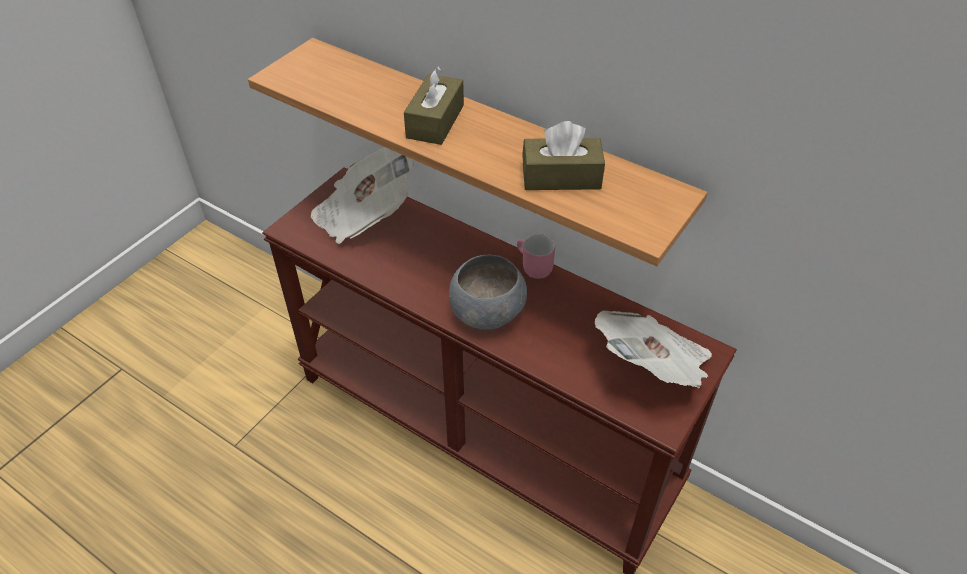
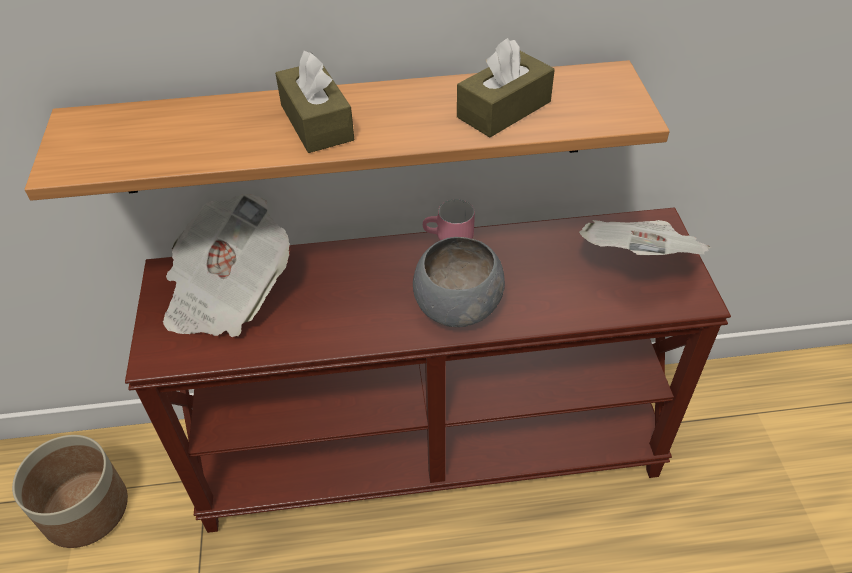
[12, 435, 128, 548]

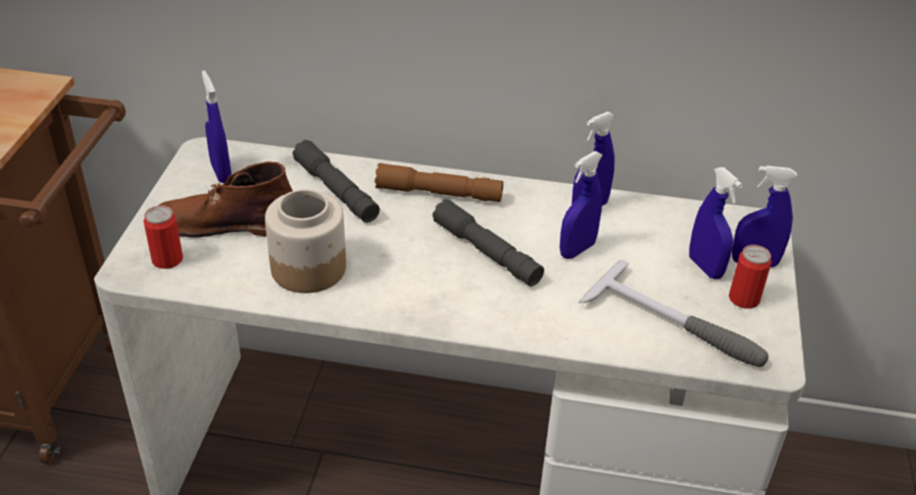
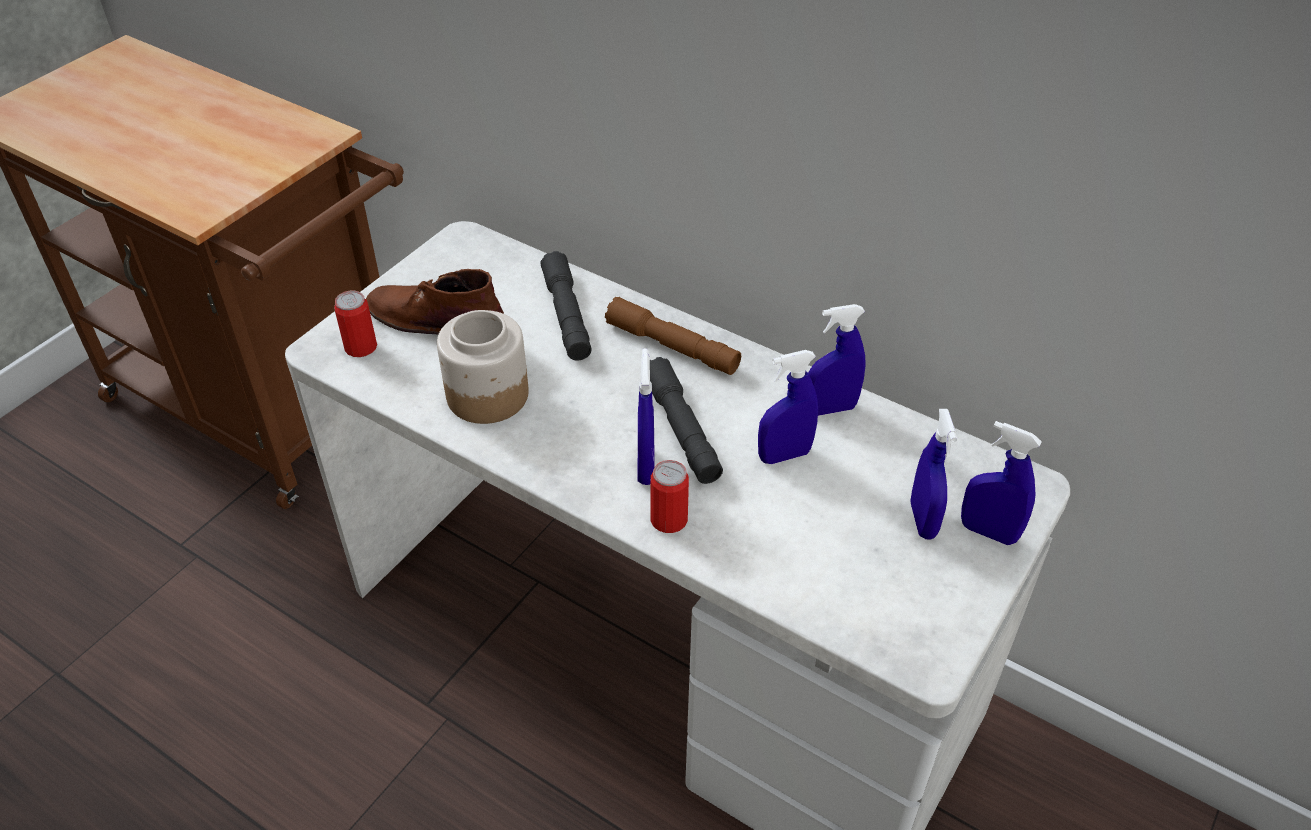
[638, 349, 655, 485]
[578, 260, 768, 367] (first image)
[650, 460, 689, 533]

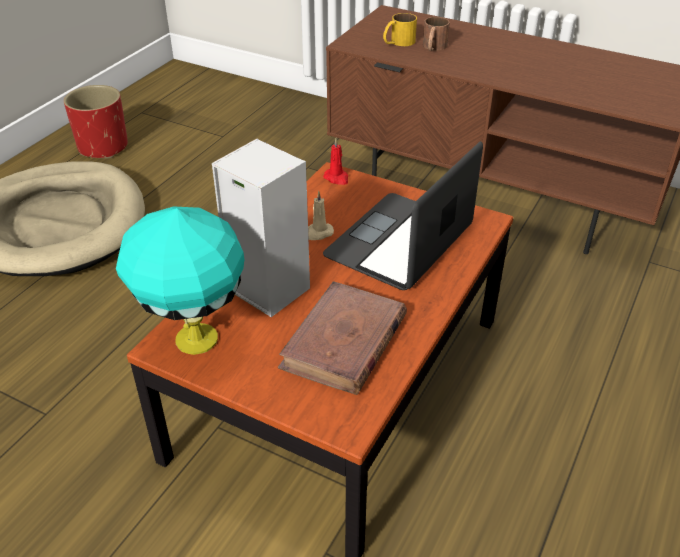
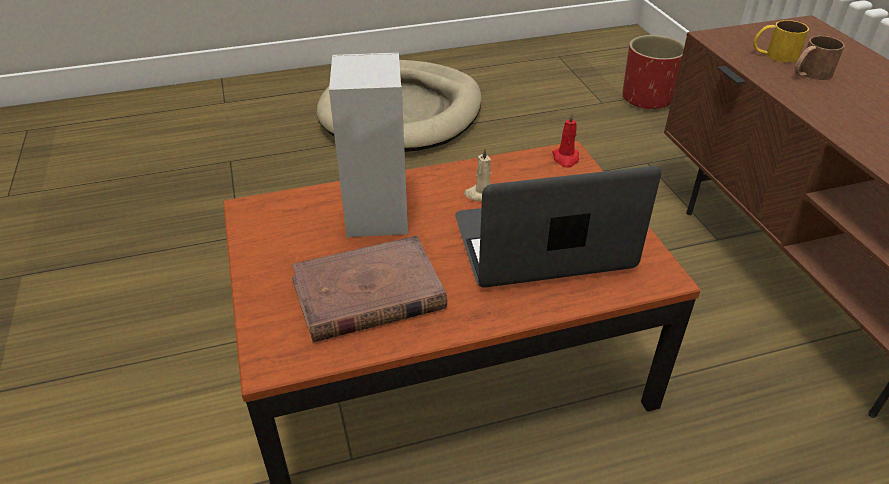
[622, 35, 685, 111]
[116, 207, 244, 355] (first image)

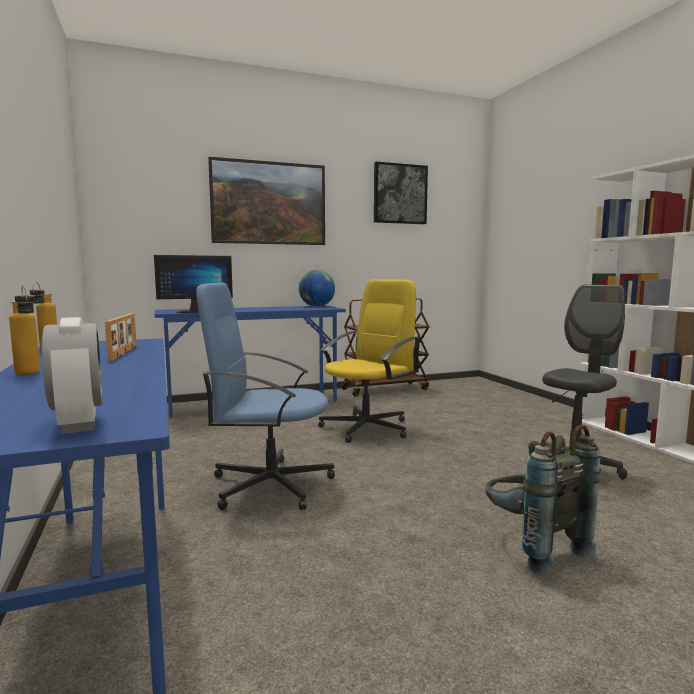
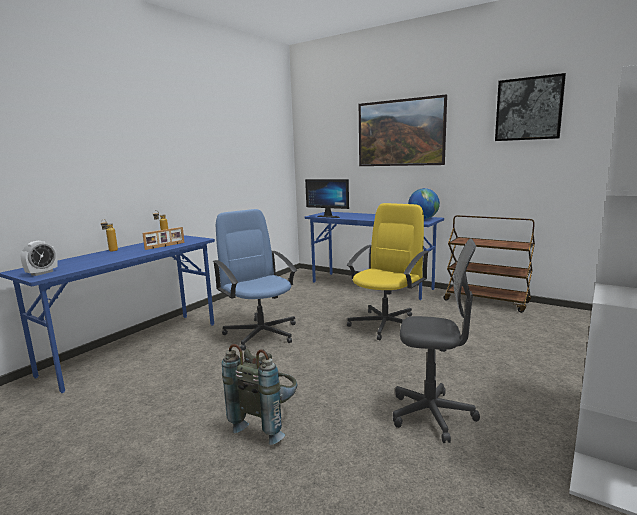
[347, 203, 429, 340]

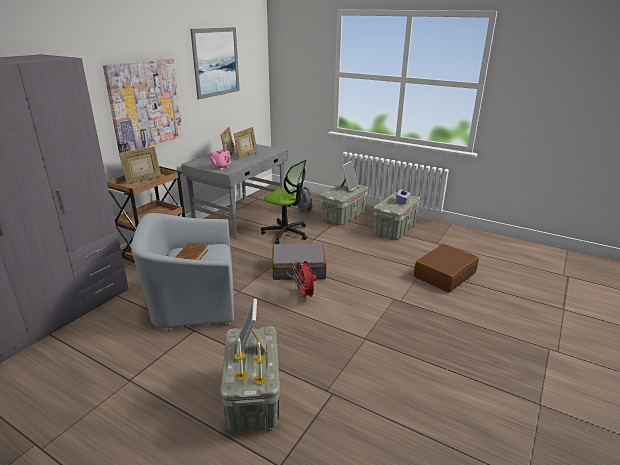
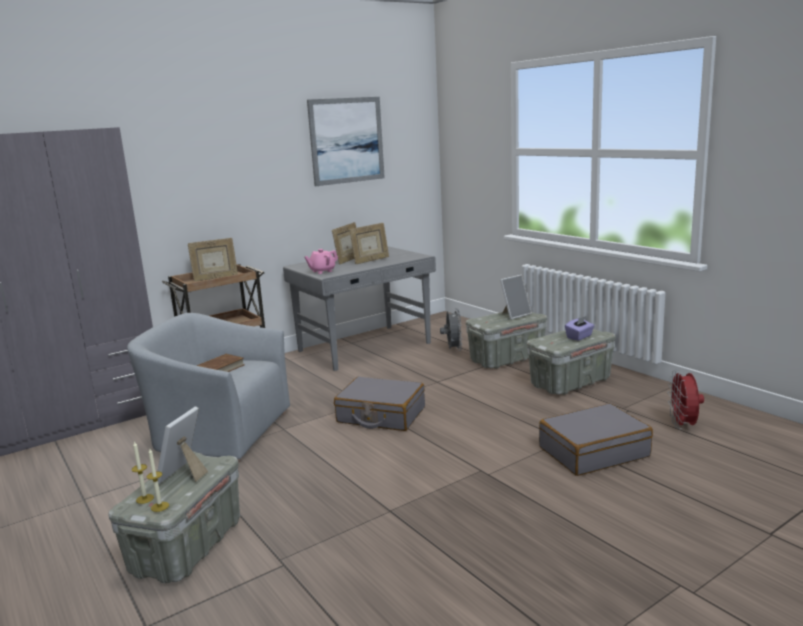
[103, 58, 183, 153] (first image)
[261, 160, 307, 244] (first image)
[667, 370, 704, 429]
[539, 403, 653, 476]

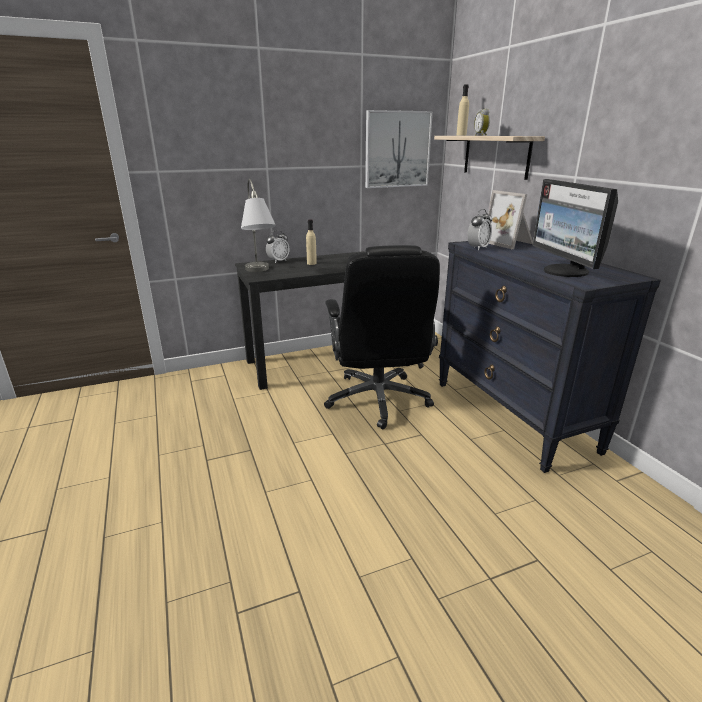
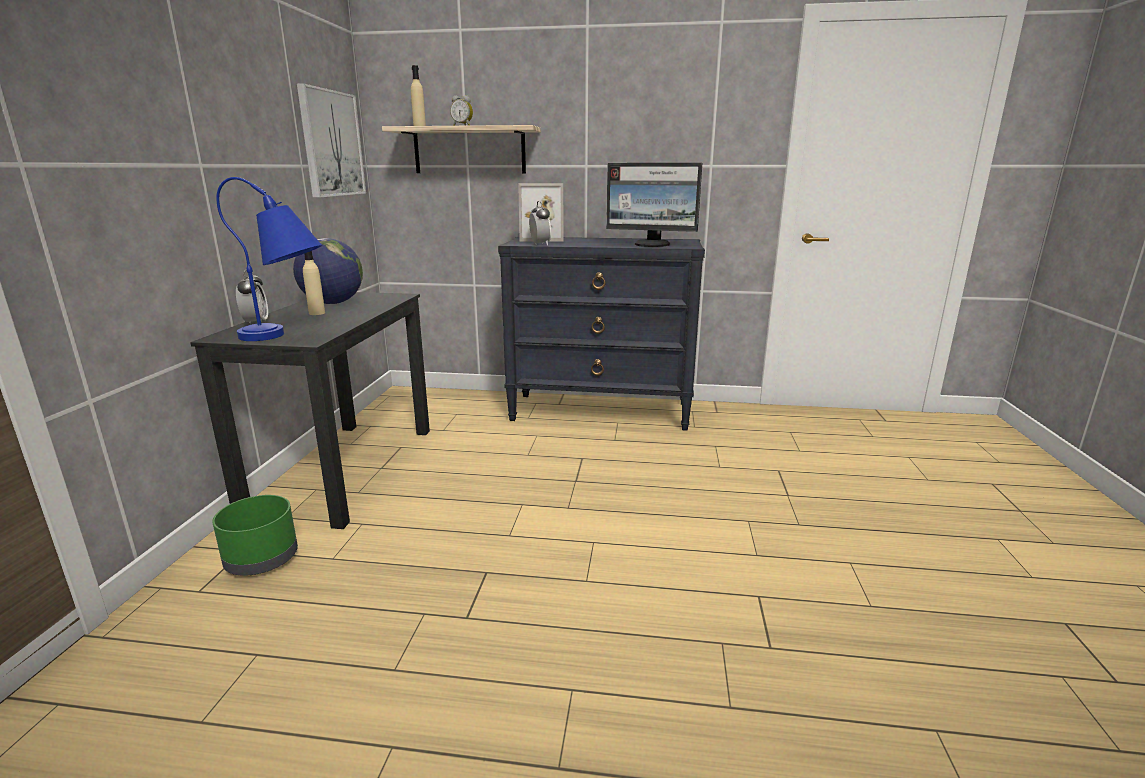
[216, 177, 322, 341]
[324, 245, 440, 429] (first image)
[212, 495, 298, 576]
[293, 238, 363, 304]

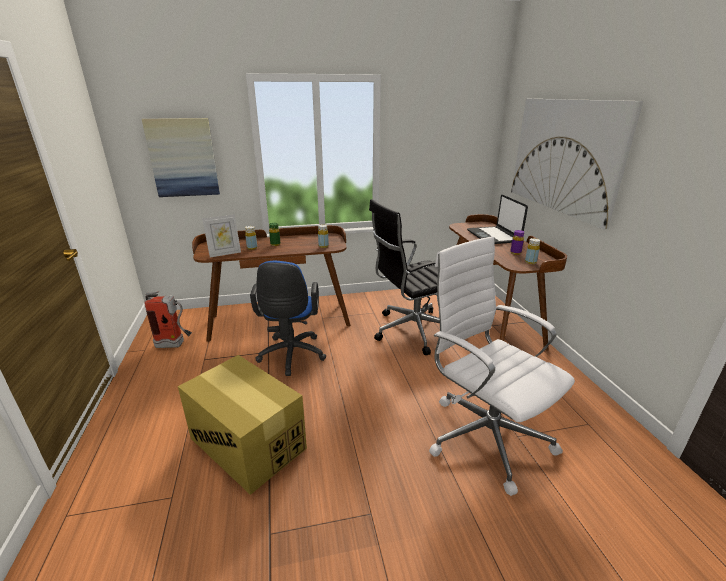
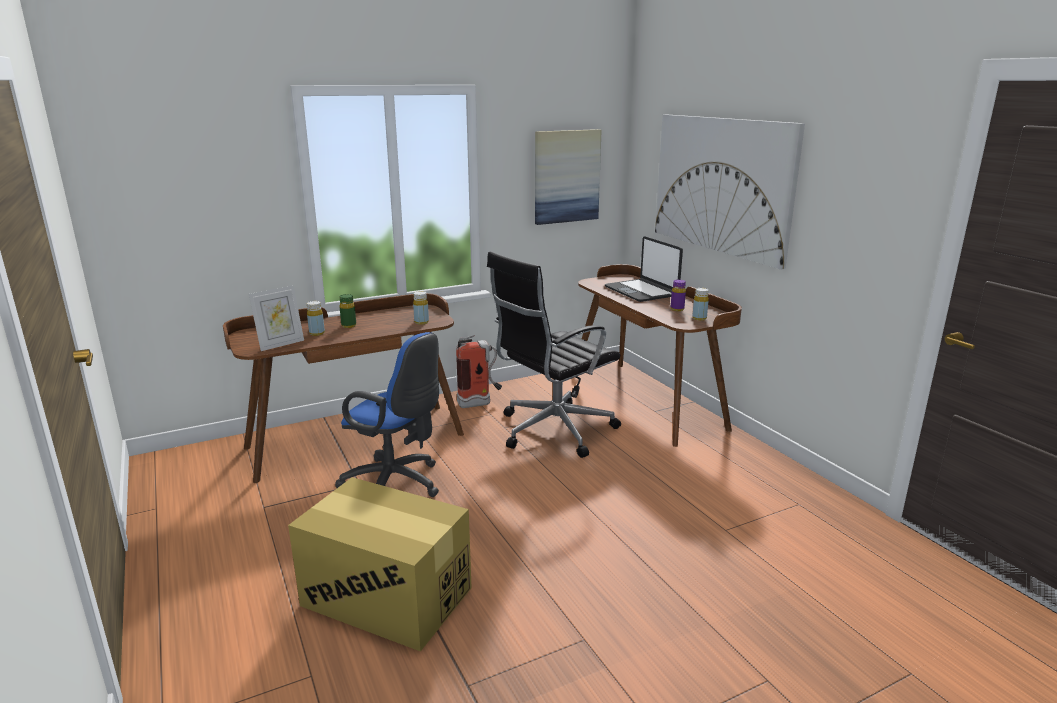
[535, 129, 602, 225]
[456, 335, 502, 408]
[335, 332, 439, 497]
[429, 236, 575, 496] (first image)

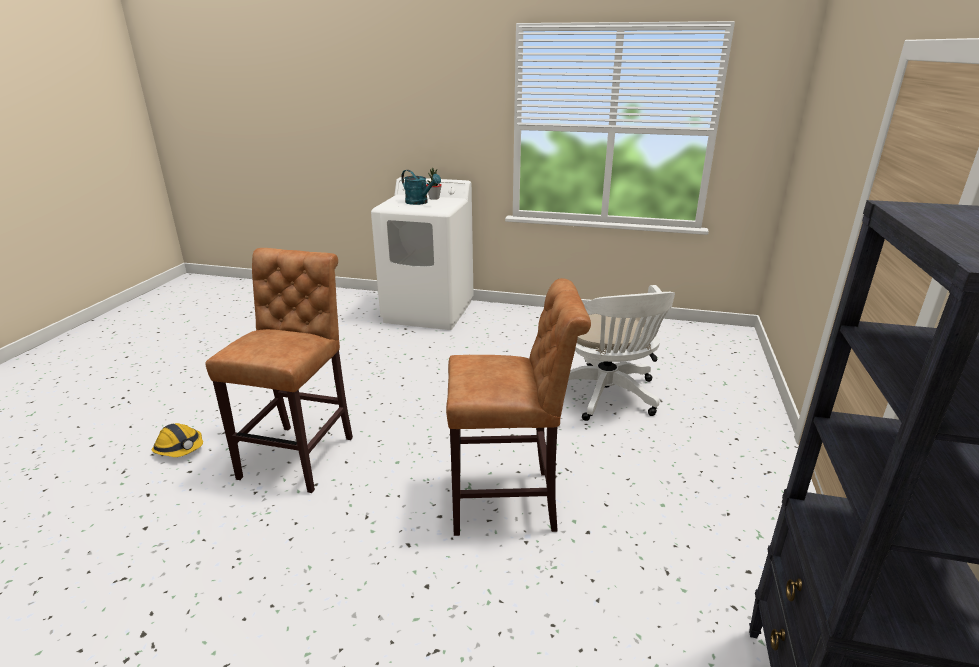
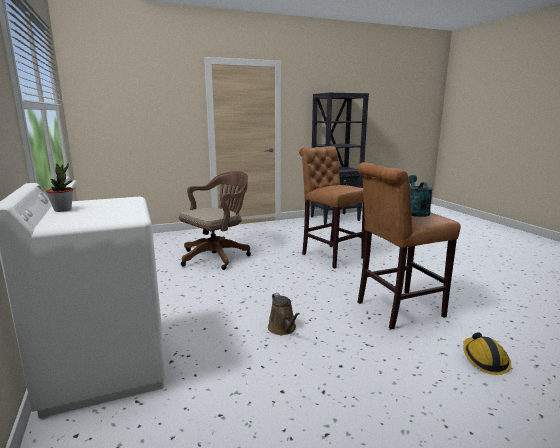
[408, 175, 433, 217]
[179, 171, 251, 270]
[268, 293, 300, 335]

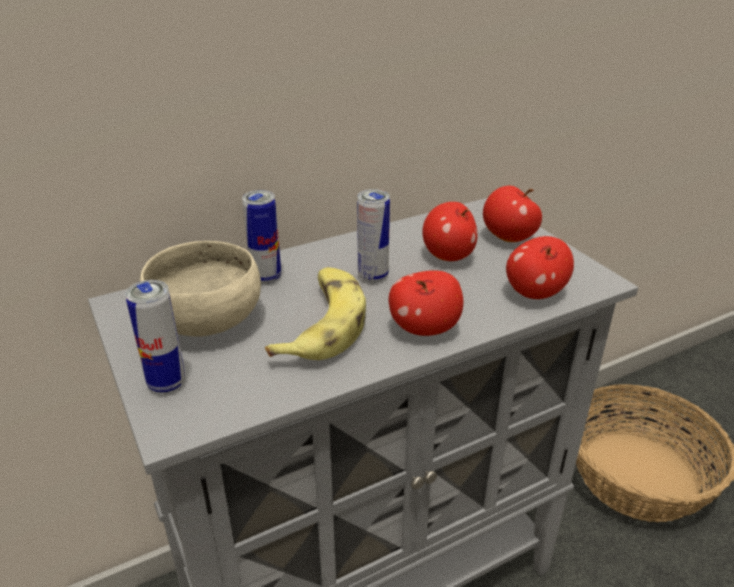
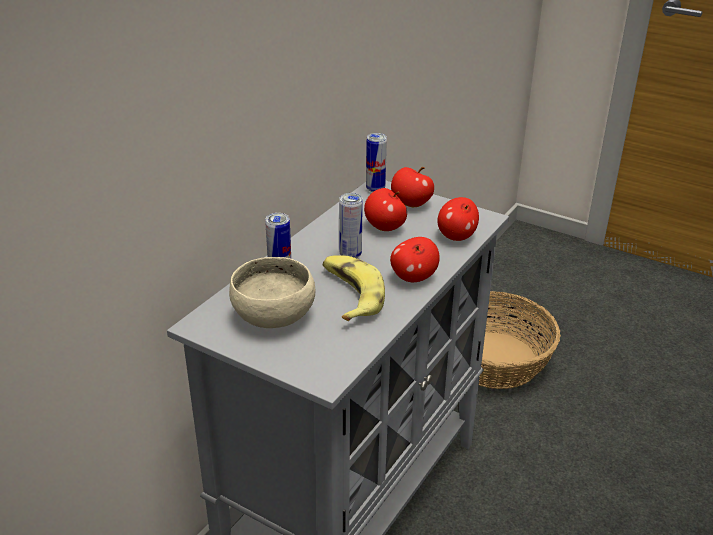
[366, 133, 387, 192]

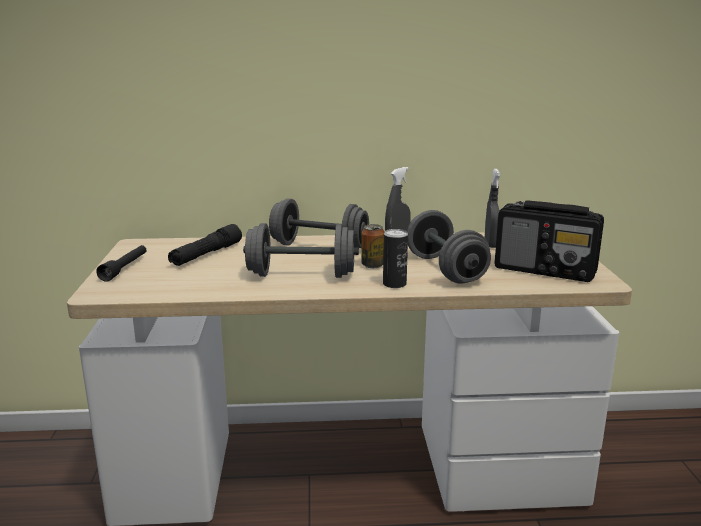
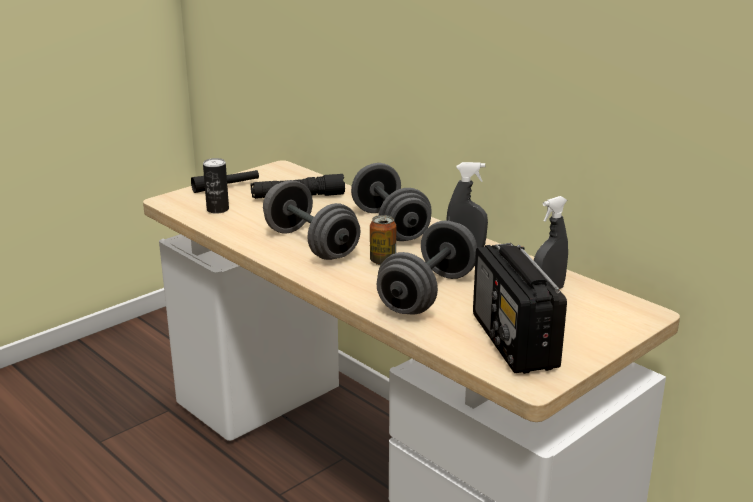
[203, 158, 229, 214]

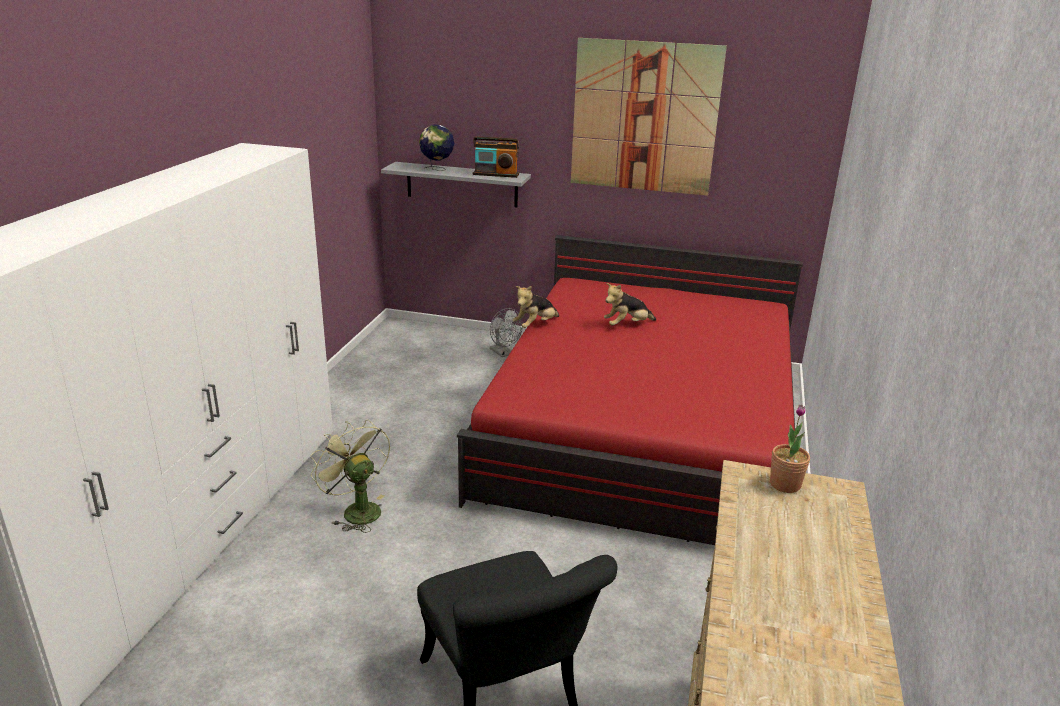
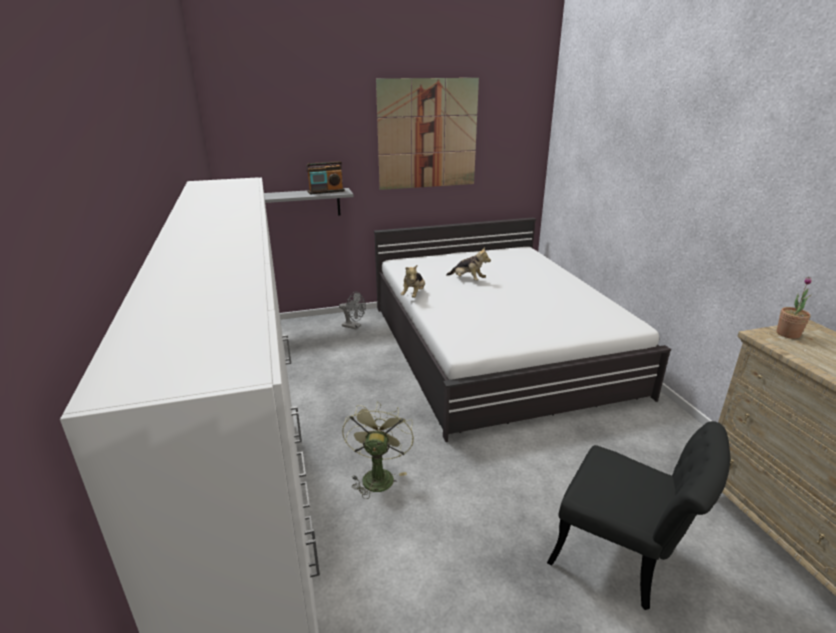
[342, 402, 414, 499]
[419, 125, 454, 171] (first image)
[374, 217, 671, 442]
[446, 248, 491, 281]

